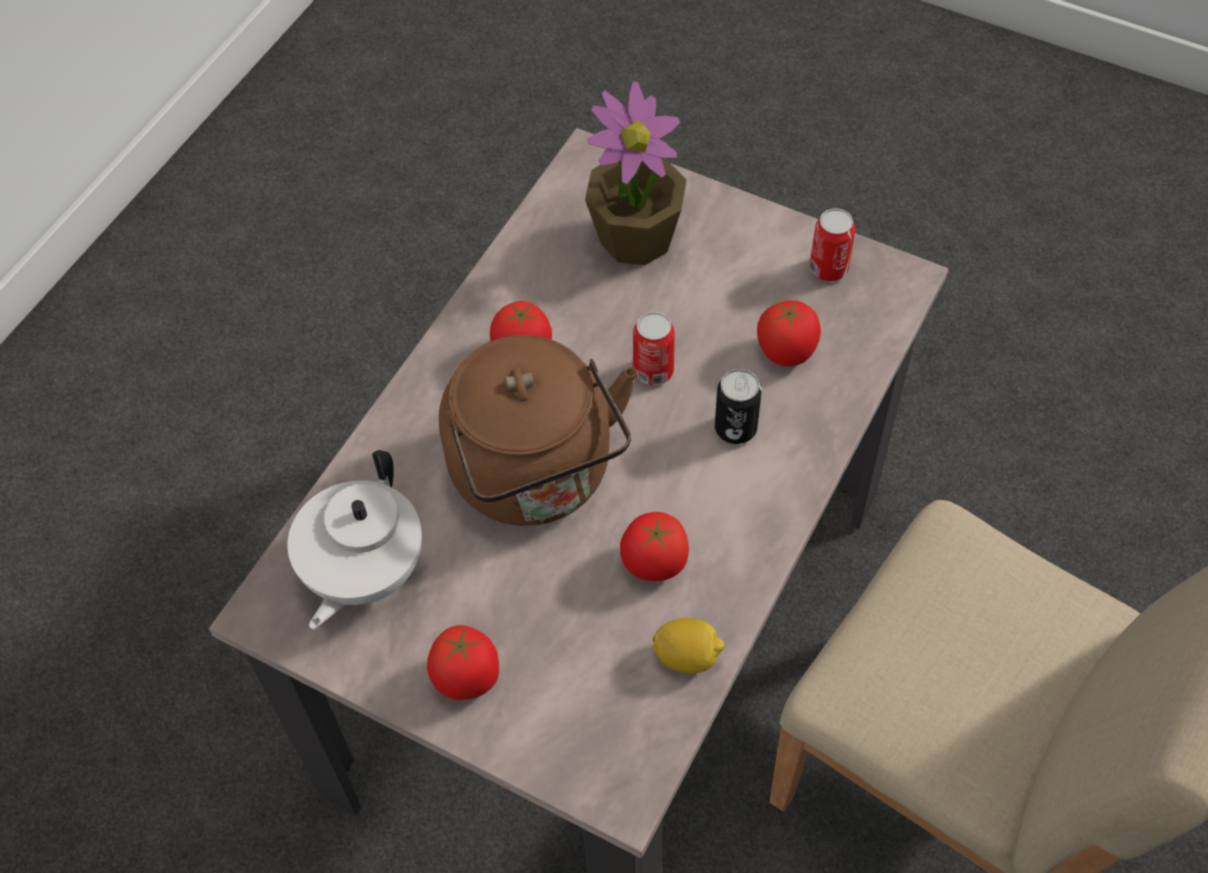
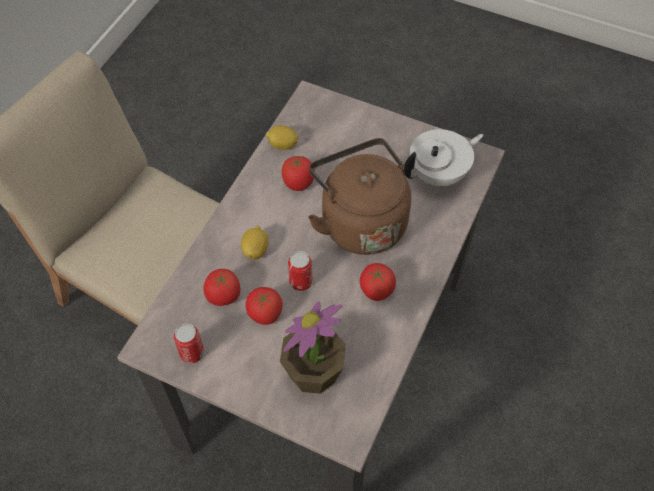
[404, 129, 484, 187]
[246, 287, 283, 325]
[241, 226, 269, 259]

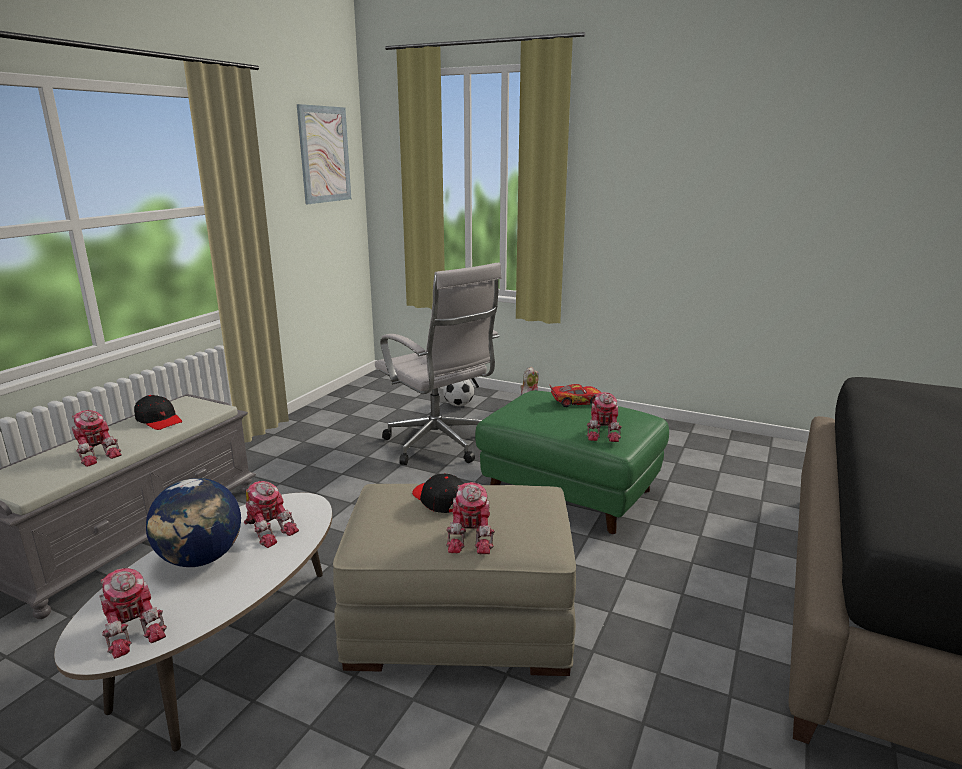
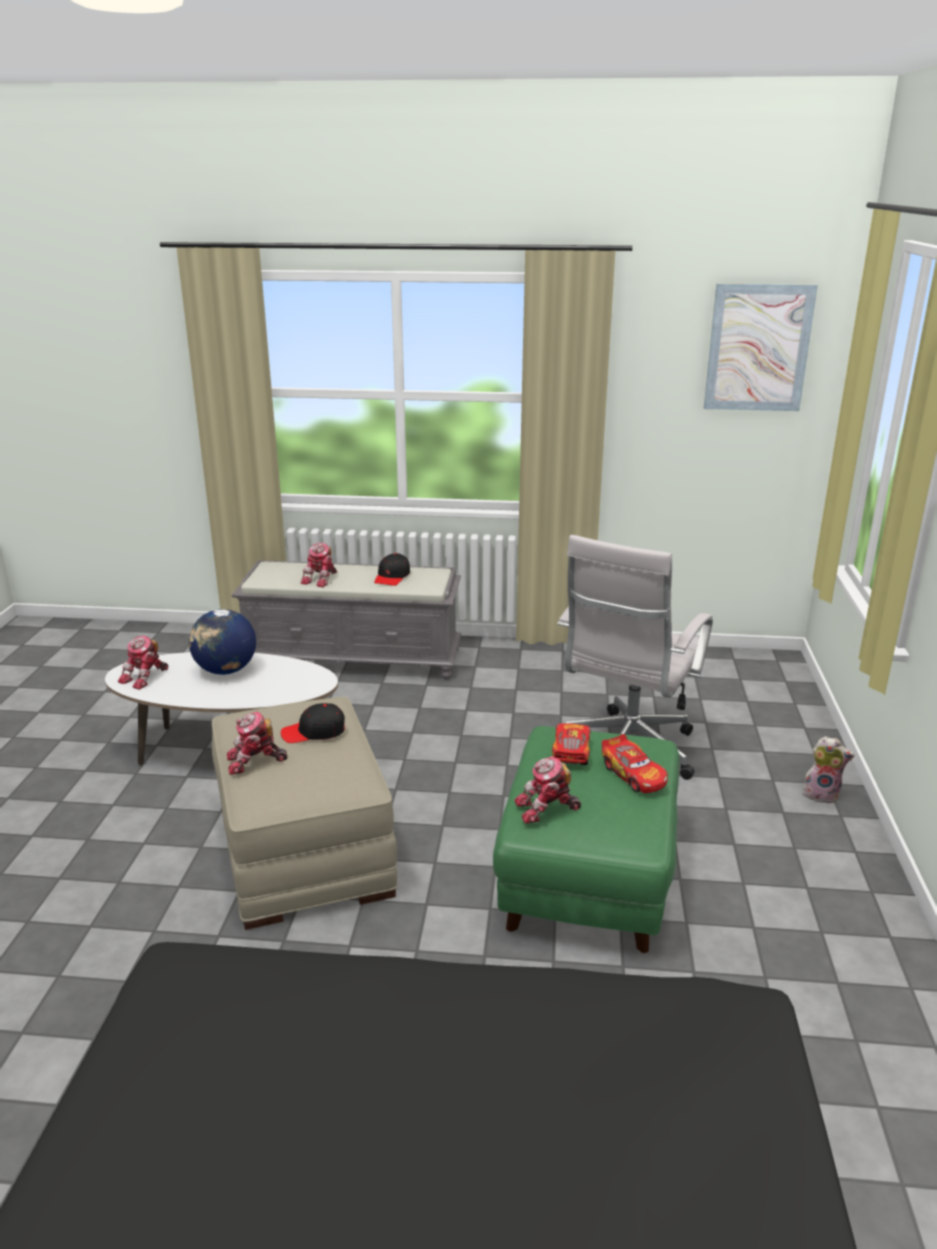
[244, 481, 299, 548] (first image)
[281, 703, 345, 743]
[443, 379, 474, 406] (first image)
[552, 723, 591, 765]

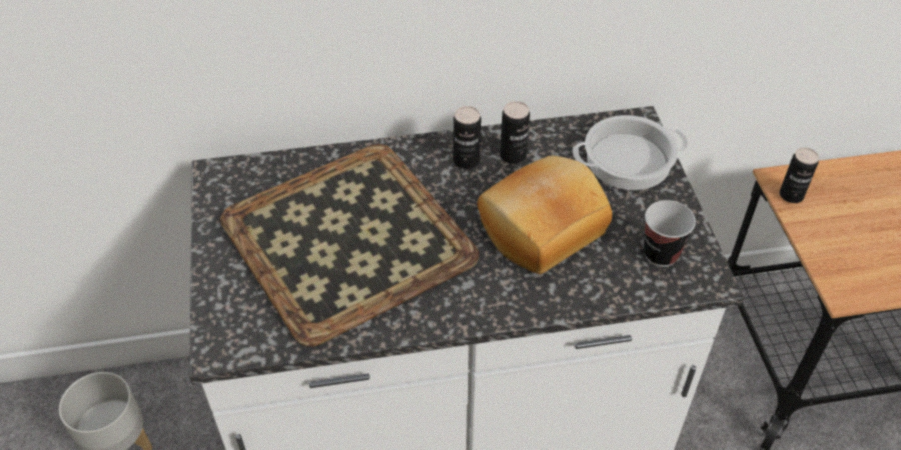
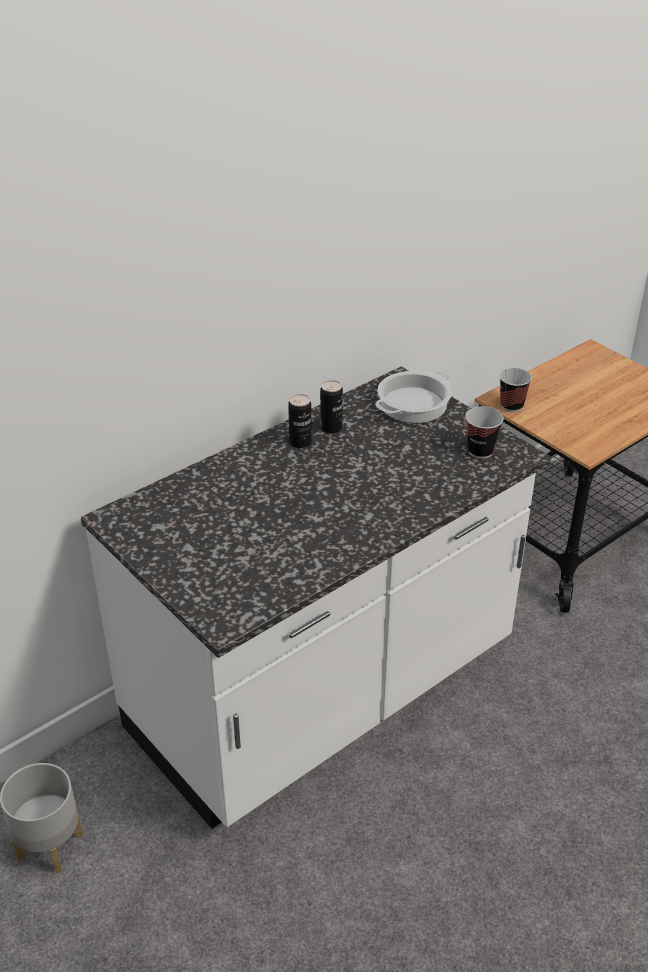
[220, 144, 479, 346] (first image)
[477, 156, 612, 274] (first image)
[499, 368, 532, 412]

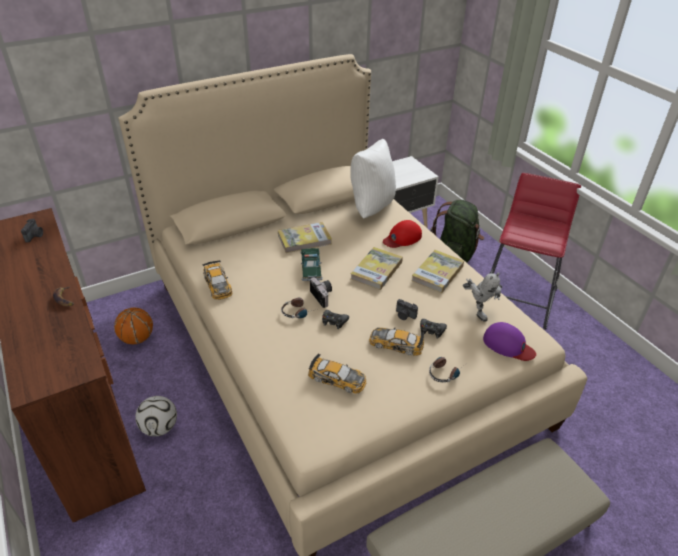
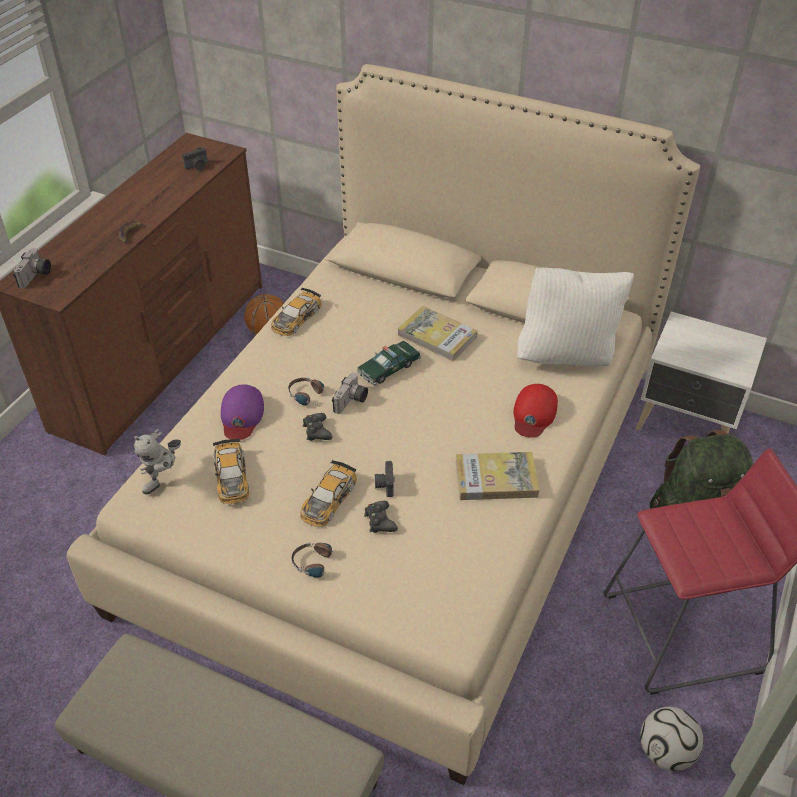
[640, 707, 704, 771]
[351, 247, 403, 290] (first image)
[300, 460, 357, 527]
[513, 384, 558, 438]
[134, 429, 181, 495]
[221, 384, 264, 440]
[13, 248, 51, 288]

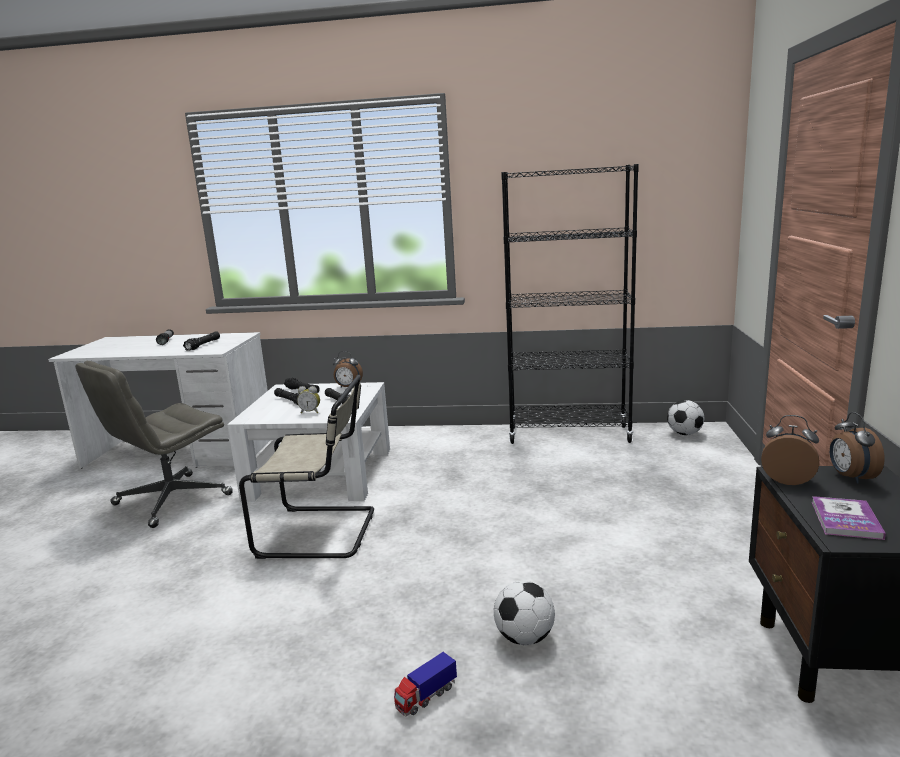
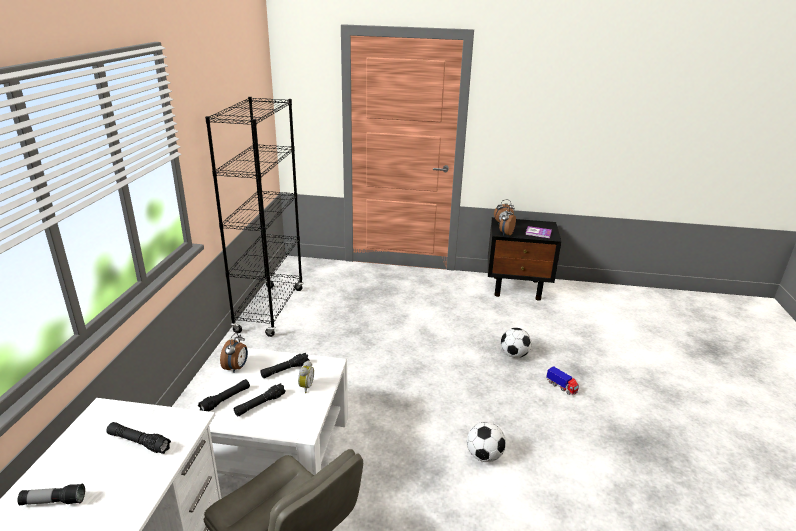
[239, 375, 374, 559] (first image)
[467, 422, 506, 462]

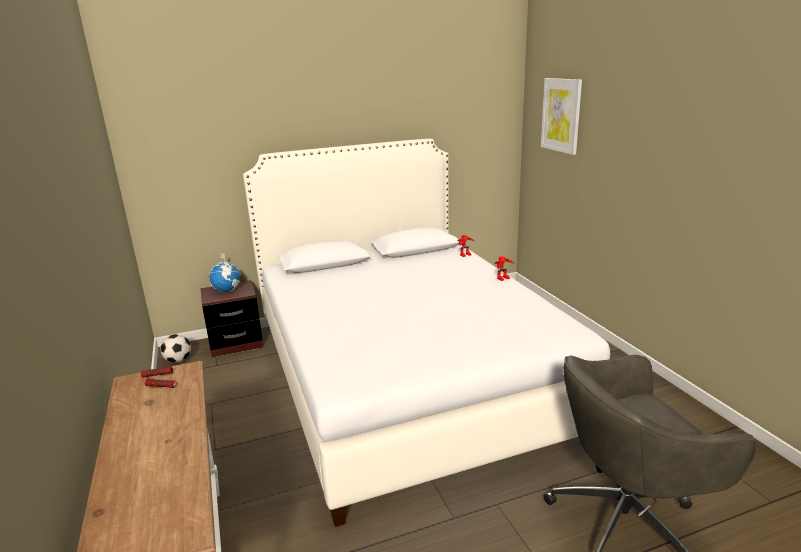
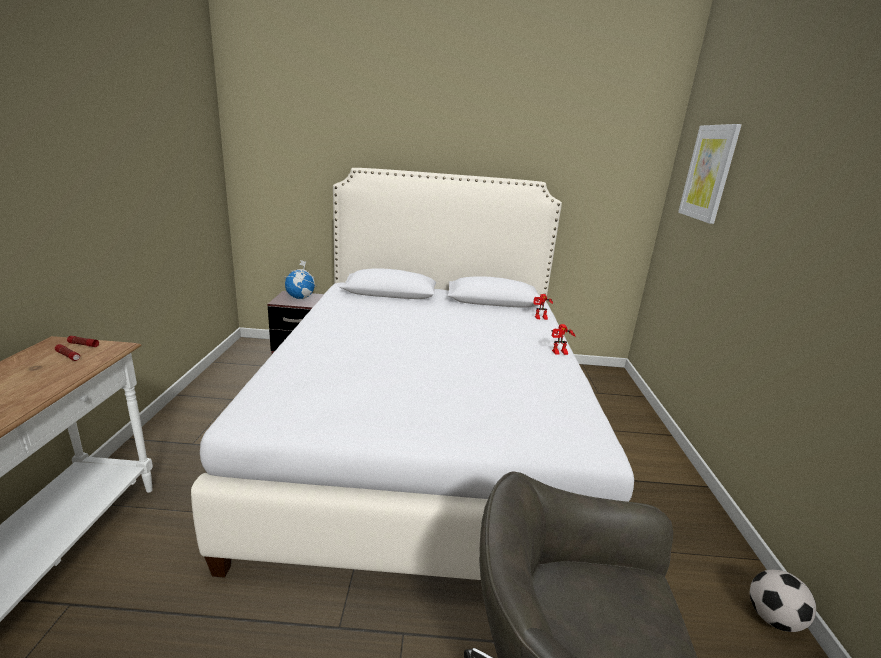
[750, 570, 816, 632]

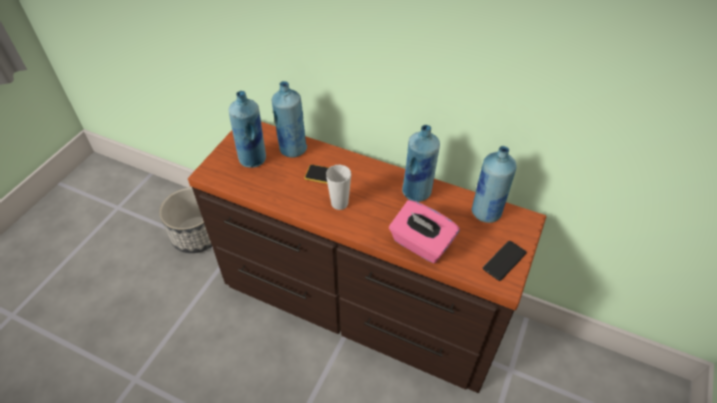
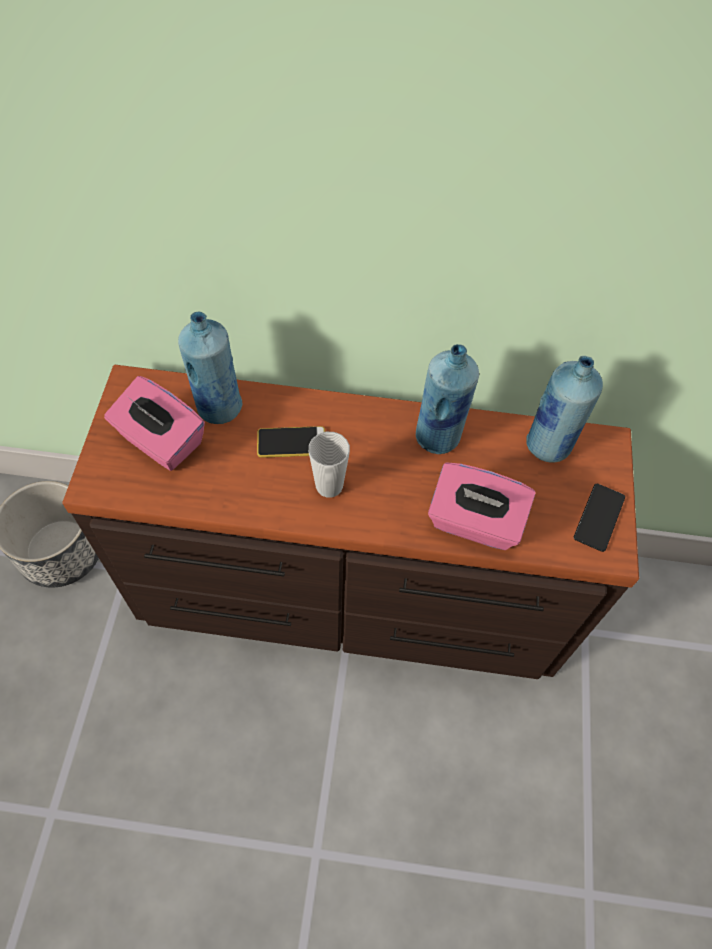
[104, 376, 205, 471]

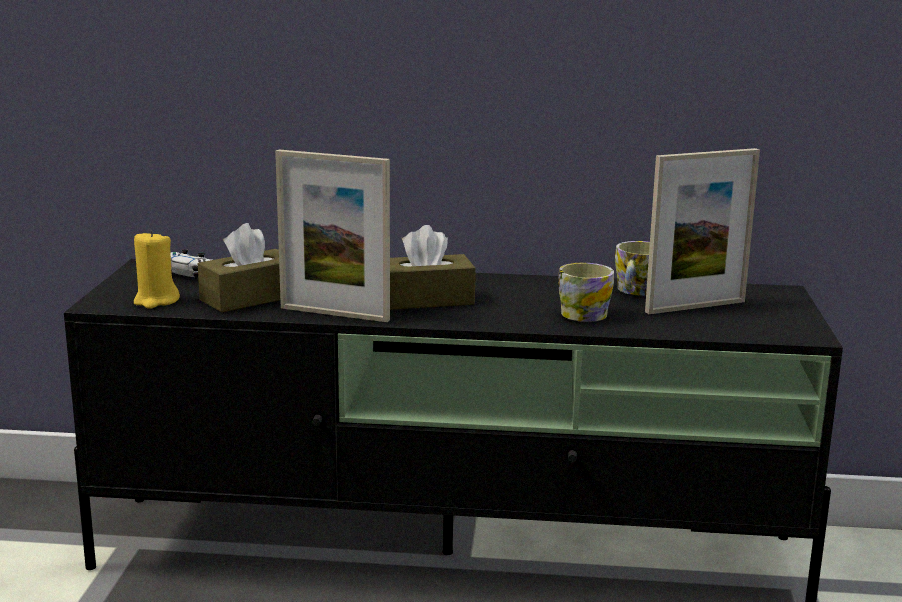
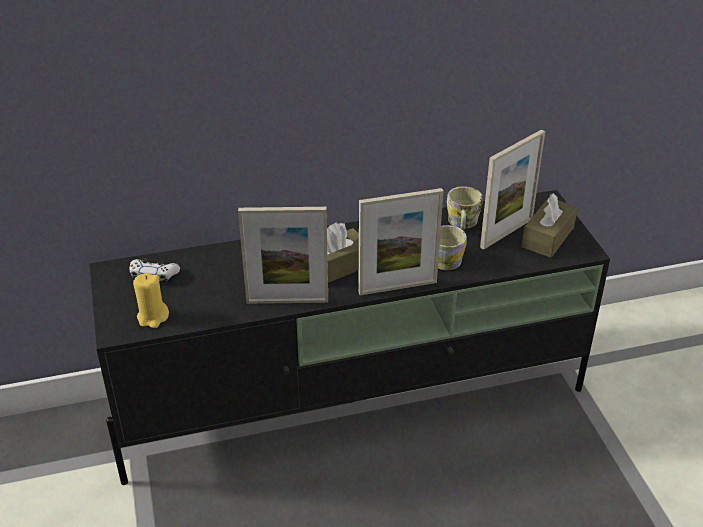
[522, 193, 578, 258]
[359, 188, 444, 295]

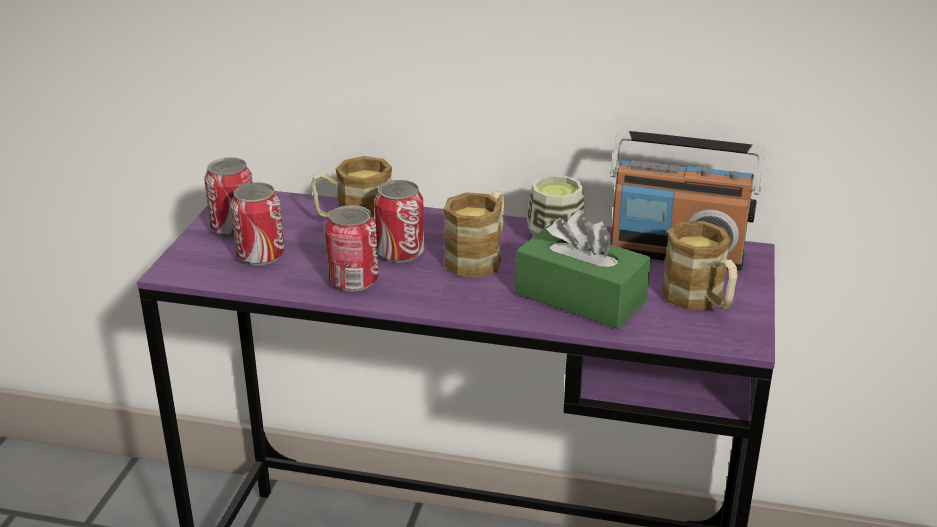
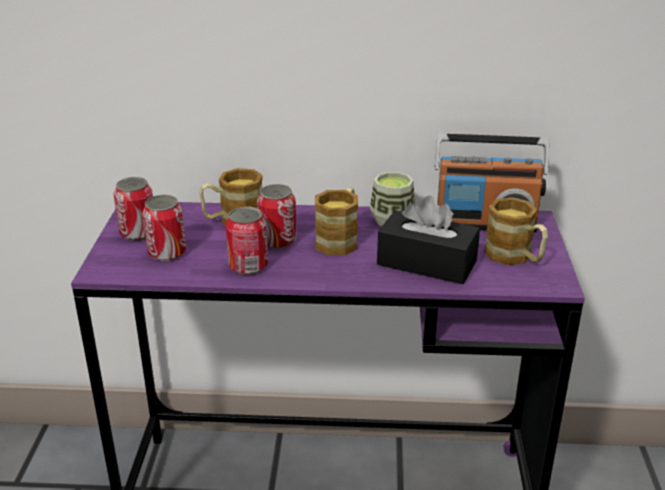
[377, 196, 480, 284]

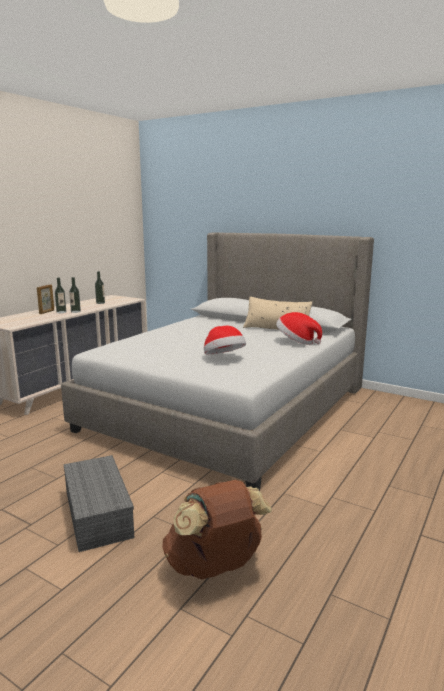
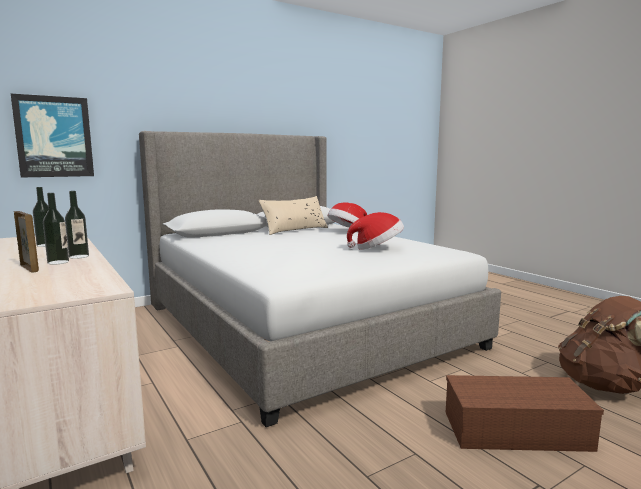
[446, 375, 604, 452]
[11, 94, 94, 177]

